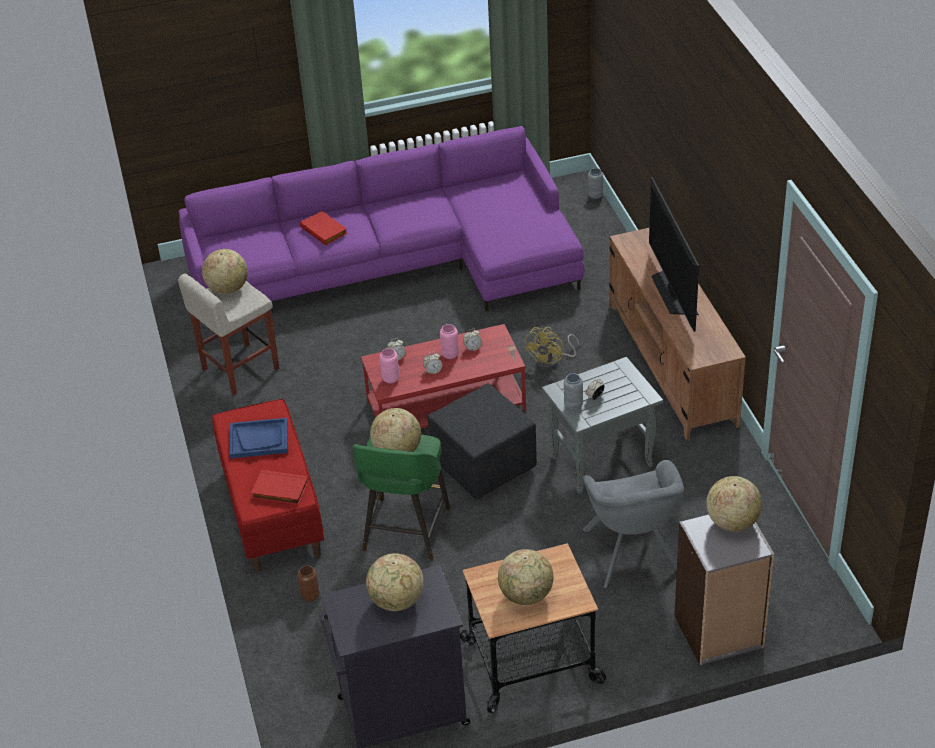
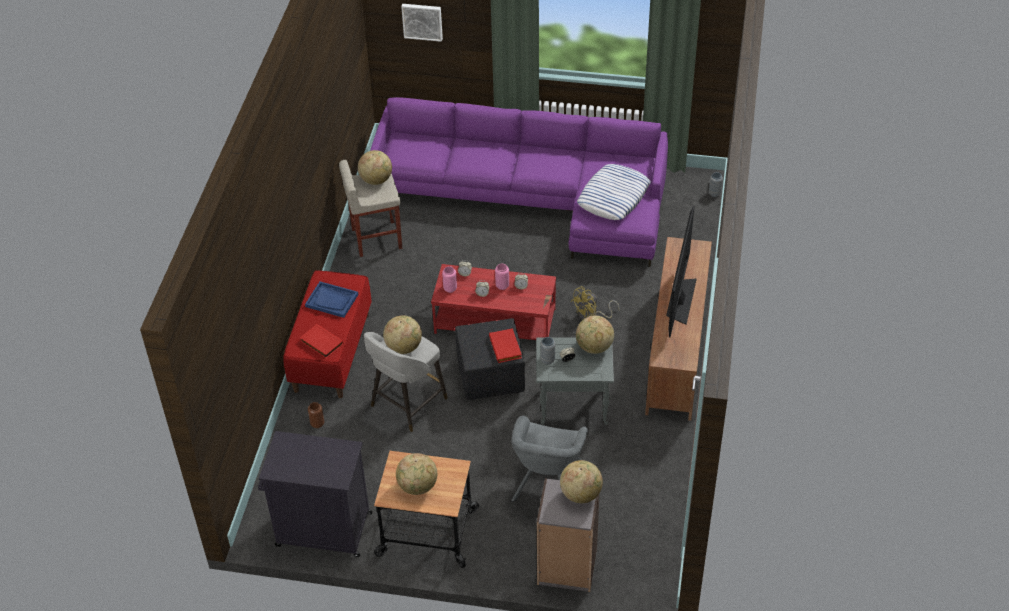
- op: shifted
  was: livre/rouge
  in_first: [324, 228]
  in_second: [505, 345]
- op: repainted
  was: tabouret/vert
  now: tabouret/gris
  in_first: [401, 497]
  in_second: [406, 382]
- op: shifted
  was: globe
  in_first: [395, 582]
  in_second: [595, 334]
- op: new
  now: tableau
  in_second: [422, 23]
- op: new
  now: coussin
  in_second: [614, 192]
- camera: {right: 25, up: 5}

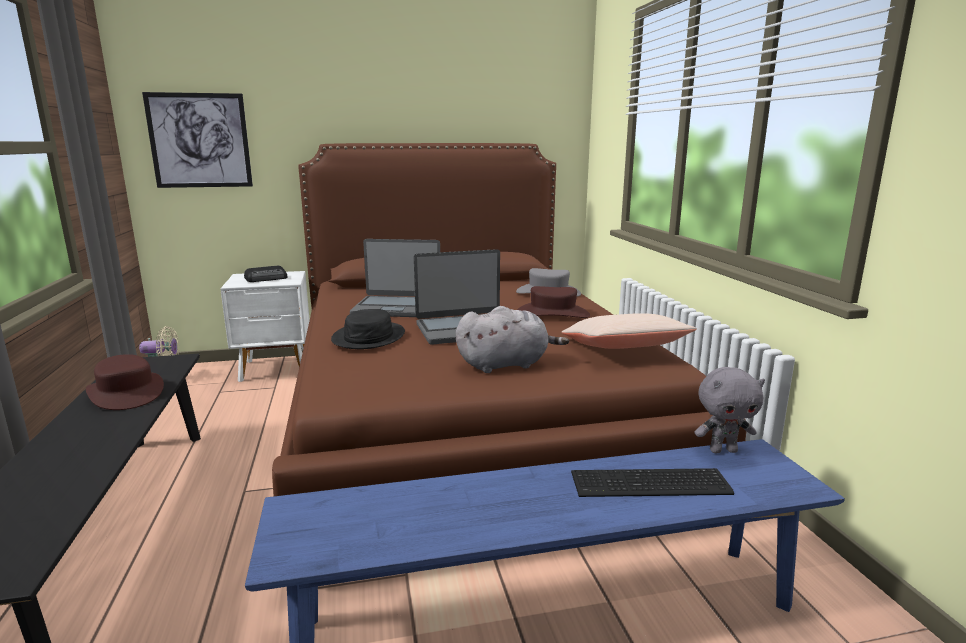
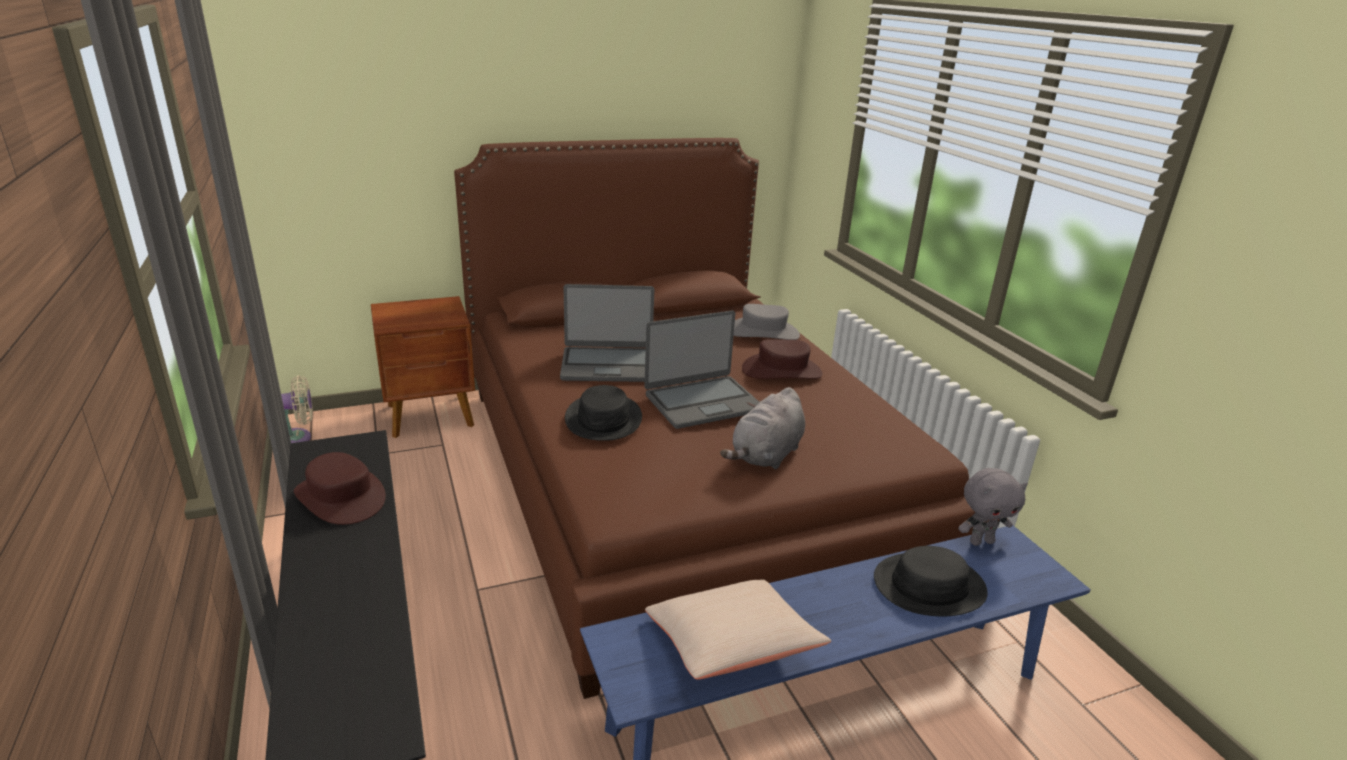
- op: gone
  was: tableau
  in_first: [197, 140]
- op: repainted
  was: table de chevet/blanc
  now: table de chevet/marron
  in_first: [265, 326]
  in_second: [423, 367]
- op: gone
  was: radio
  in_first: [265, 274]
- op: rotated
  was: peluche/gris
  in_first: [512, 339]
  in_second: [762, 428]
  clockwise: 150
- op: shifted
  was: coussin/beige
  in_first: [629, 331]
  in_second: [738, 629]
- op: swapped
  was: clavier
  now: chapeau/noir
  in_first: [652, 482]
  in_second: [931, 581]
- camera: {right: -10, up: 10}

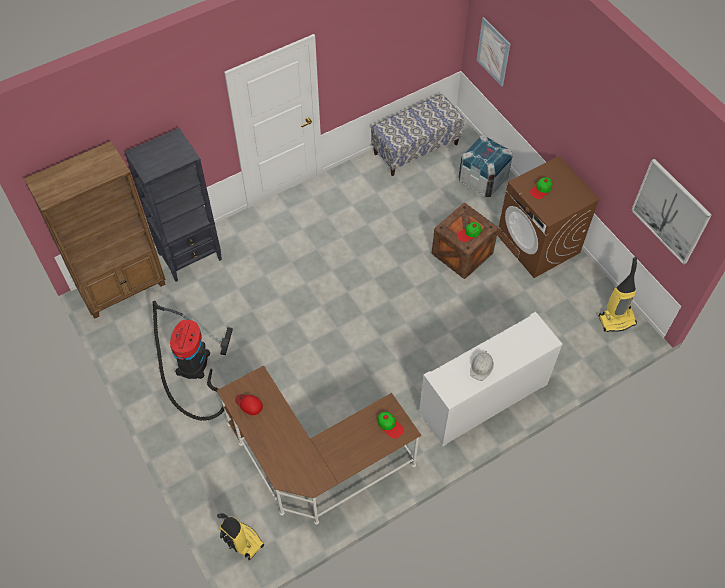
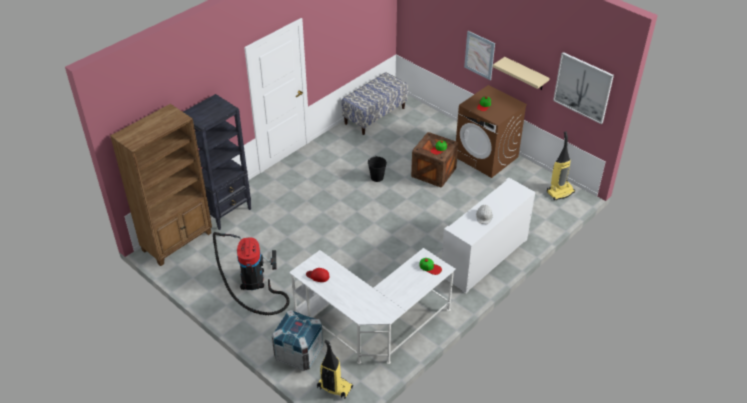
- op: repainted
  was: bureau/marron
  now: bureau/blanc
  in_first: [319, 445]
  in_second: [372, 306]
- op: shifted
  was: caisse
  in_first: [485, 166]
  in_second: [297, 340]
- op: shifted
  was: tableau
  in_first: [493, 51]
  in_second: [479, 55]
- op: new
  now: seau/noir
  in_second: [377, 169]
- op: new
  now: étagère/beige
  in_second: [521, 73]
- camera: {right: -15, up: -15}

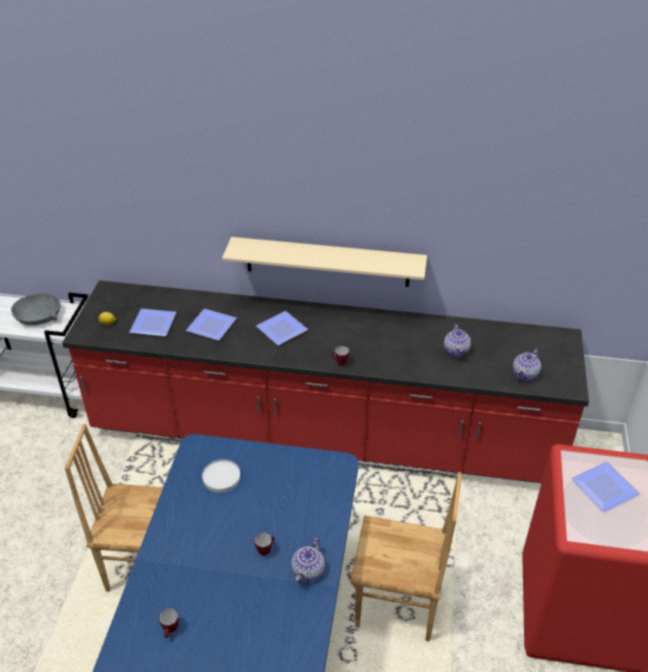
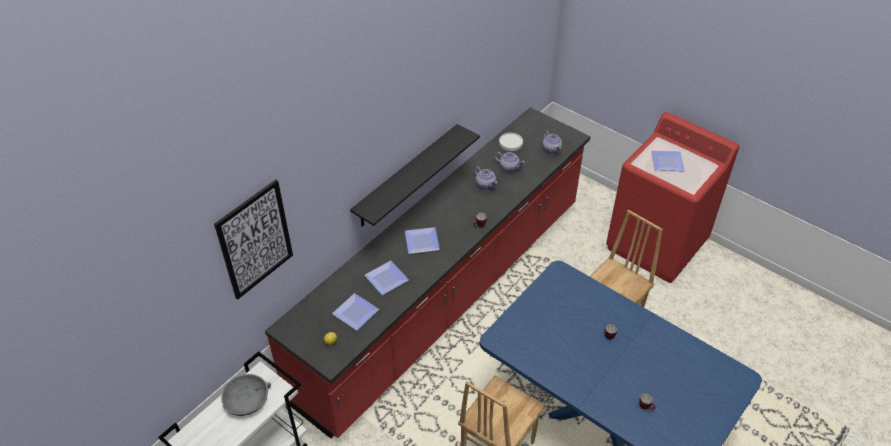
- op: shifted
  was: assiette/blanc
  in_first: [221, 476]
  in_second: [511, 142]
- op: repainted
  was: étagère/beige
  now: étagère/noir
  in_first: [324, 262]
  in_second: [415, 175]
- op: shifted
  was: théière
  in_first: [308, 561]
  in_second: [486, 177]
- op: new
  now: tableau
  in_second: [253, 240]
- camera: {right: -60, up: 5}

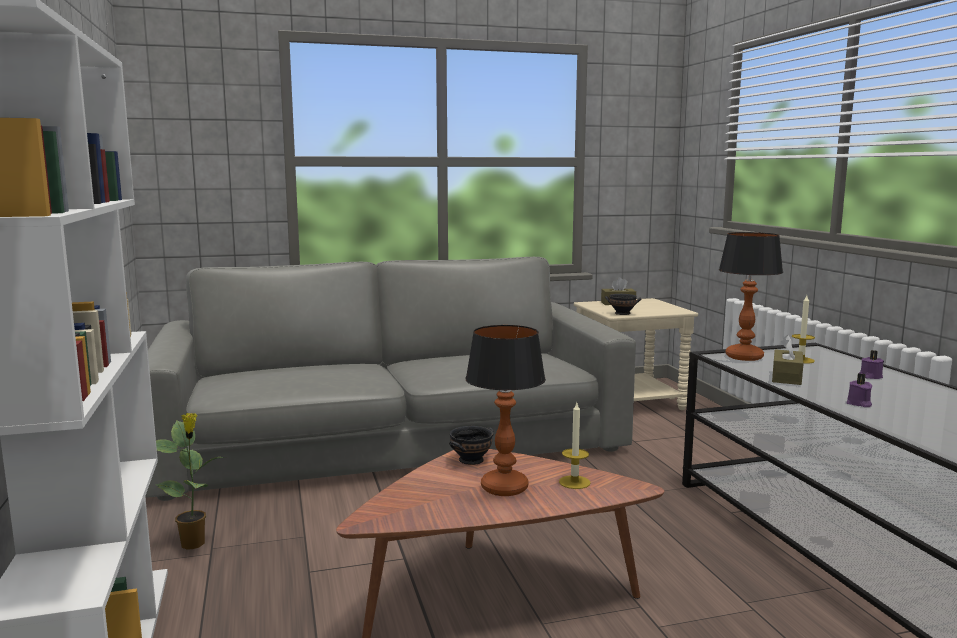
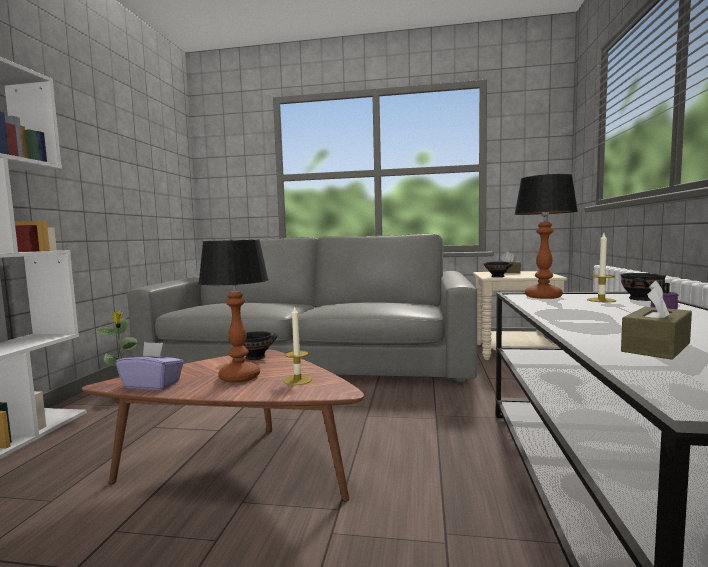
- op: shifted
  was: boîte à mouchoirs/marron
  in_first: [788, 360]
  in_second: [656, 320]
- op: gone
  was: bougie/violet
  in_first: [859, 390]
- op: new
  now: boîte à mouchoirs/violet
  in_second: [150, 366]
- op: new
  now: bol/noir
  in_second: [643, 287]
- camera: {right: 25, up: -5}

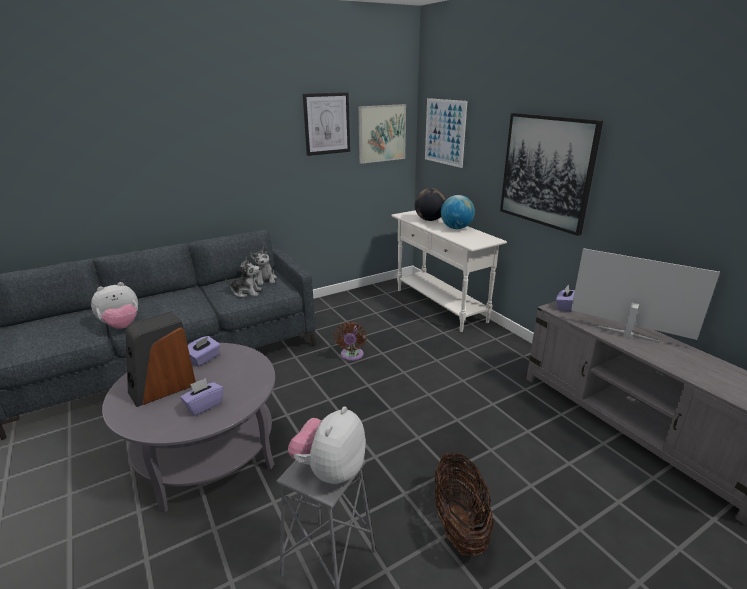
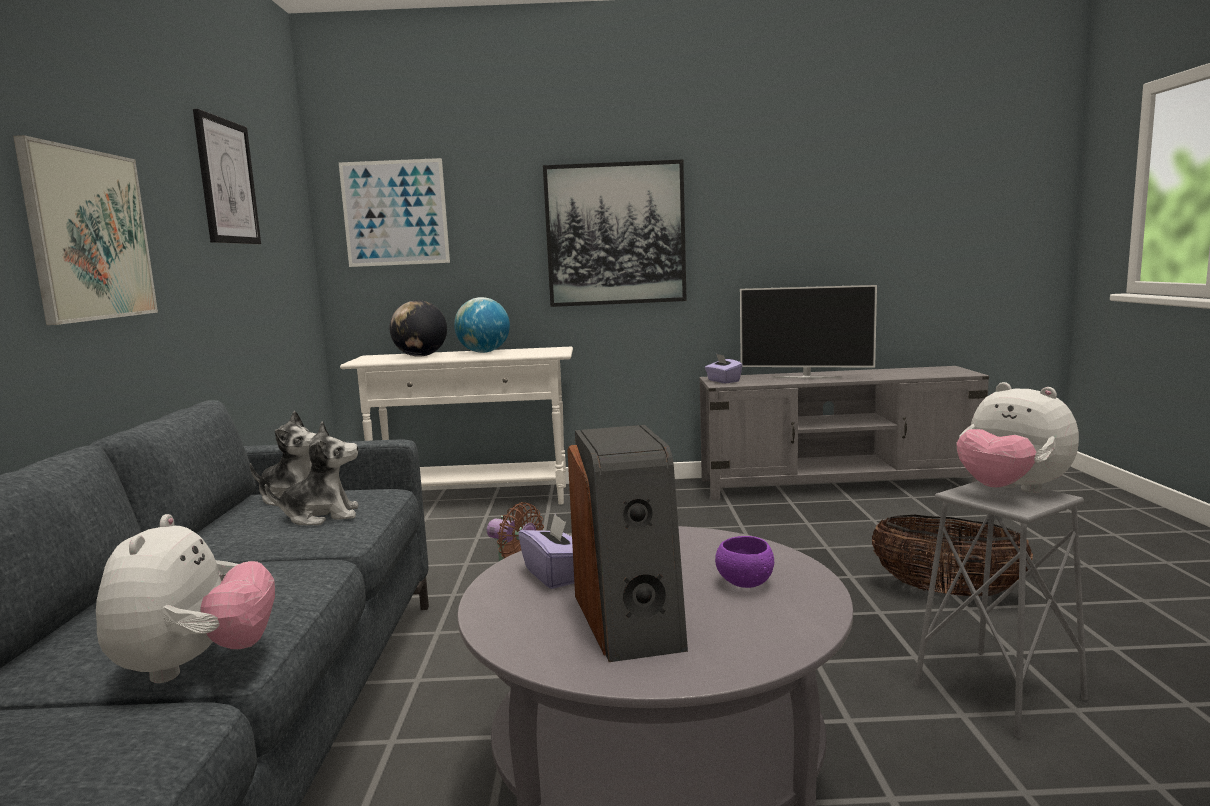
- op: swapped
  was: boîte à mouchoirs/violet
  now: bol/violet
  in_first: [201, 397]
  in_second: [744, 562]
- op: rotated
  was: peluche
  in_first: [243, 277]
  in_second: [312, 473]
  clockwise: 45
- op: shifted
  was: tableau
  in_first: [382, 134]
  in_second: [85, 230]
- op: rotated
  was: téléviseur
  in_first: [645, 295]
  in_second: [808, 332]
  clockwise: -135
- camera: {right: -60, up: -15}

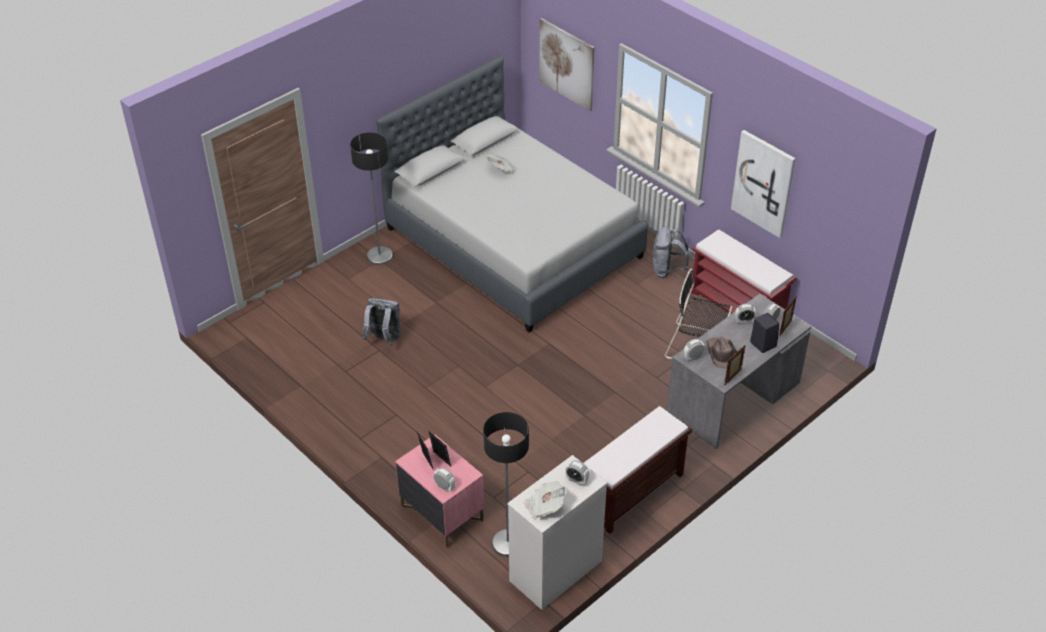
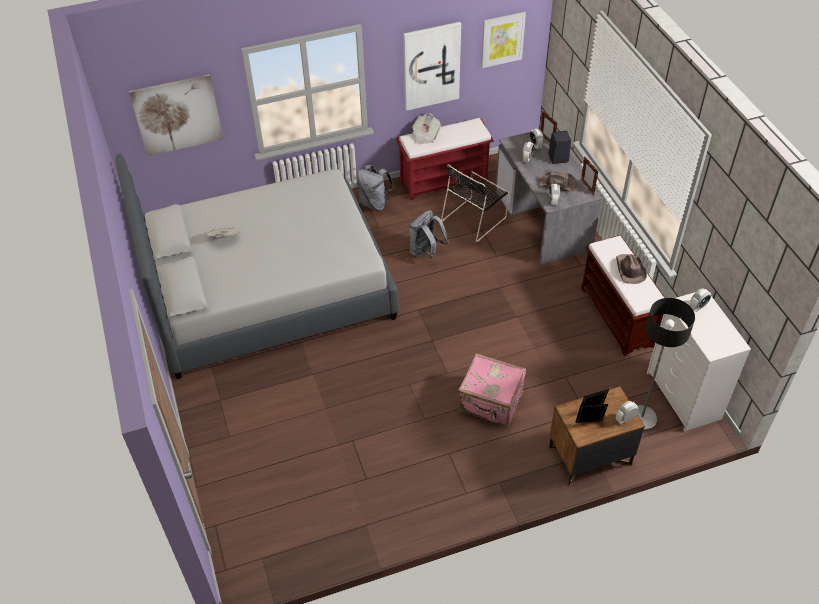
- op: gone
  was: lampadaire
  in_first: [371, 198]
- op: shifted
  was: sac à dos/gris
  in_first: [381, 322]
  in_second: [429, 234]
- op: repainted
  was: table de chevet/rose
  now: table de chevet/marron
  in_first: [439, 491]
  in_second: [597, 435]
- op: shifted
  was: journal
  in_first: [545, 499]
  in_second: [426, 128]
- op: new
  now: valise/rose
  in_second: [492, 390]
- op: new
  now: tableau
  in_second: [503, 40]
- op: new
  now: chapeau/marron
  in_second: [631, 269]
- camera: {right: -65, up: 5}

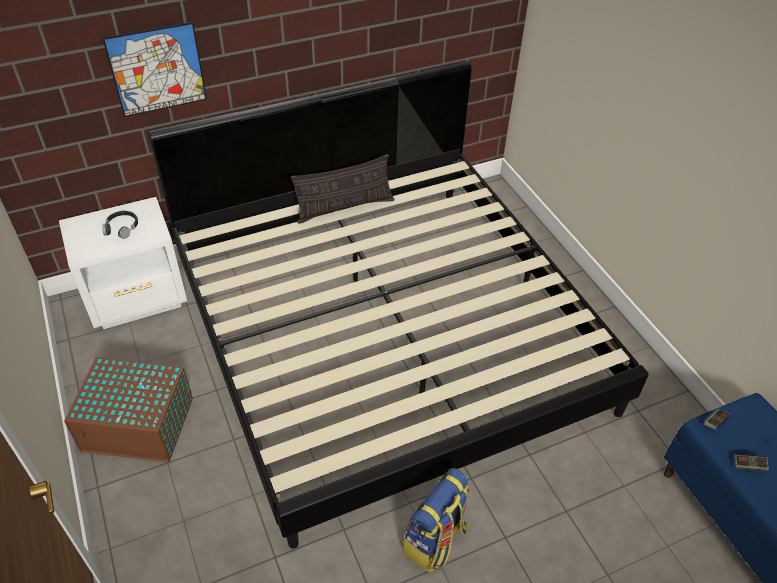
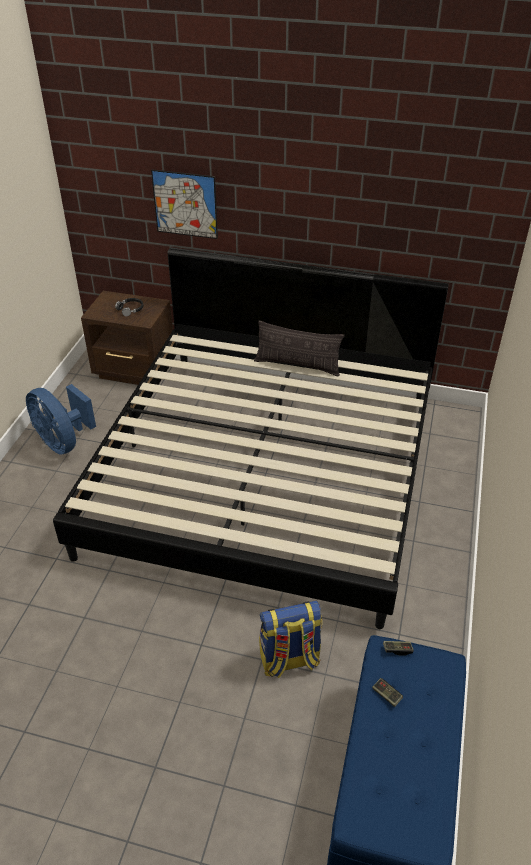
- op: repainted
  was: table de chevet/blanc
  now: table de chevet/marron
  in_first: [123, 263]
  in_second: [127, 338]
- op: swapped
  was: boîte de rangement/marron
  now: ventilateur/bleu
  in_first: [128, 410]
  in_second: [61, 419]
- op: shifted
  was: sac à dos
  in_first: [436, 520]
  in_second: [290, 639]
- camera: {right: 40, up: -5}

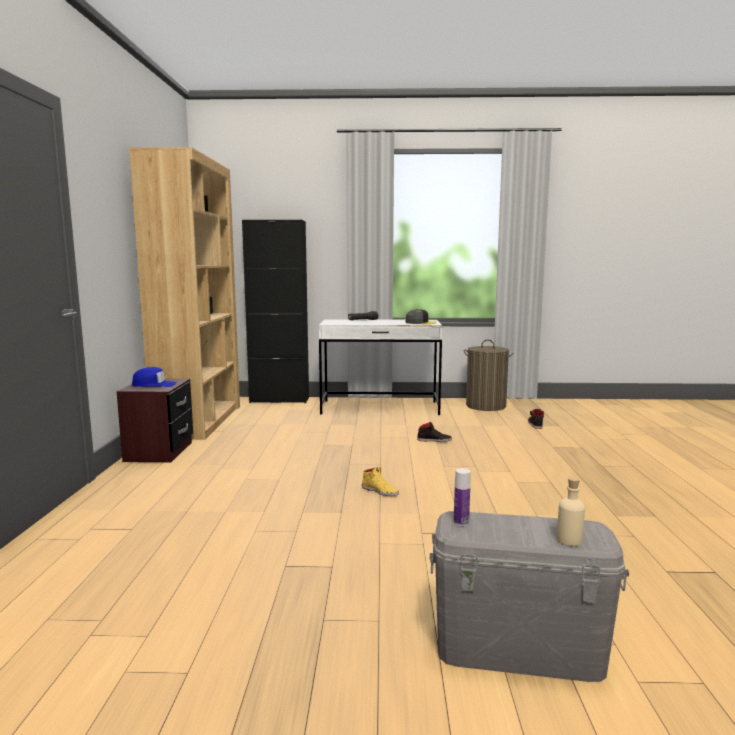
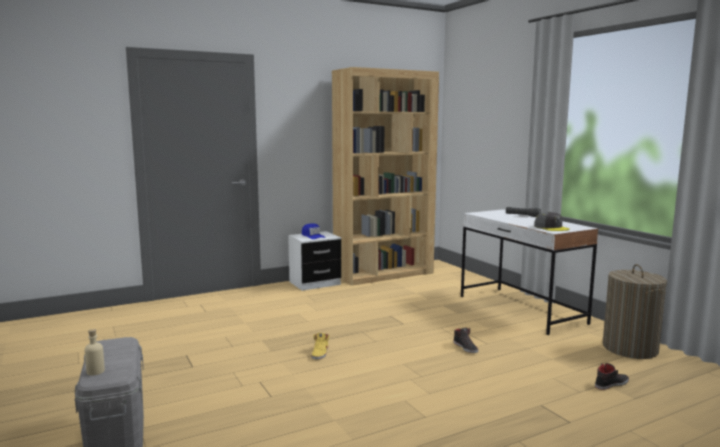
- op: repainted
  was: table de chevet/marron
  now: table de chevet/blanc
  in_first: [154, 421]
  in_second: [314, 261]
- op: gone
  was: meuble de rangement/noir
  in_first: [275, 311]
- op: gone
  was: bouteille
  in_first: [462, 497]
- camera: {right: 60, up: 0}

